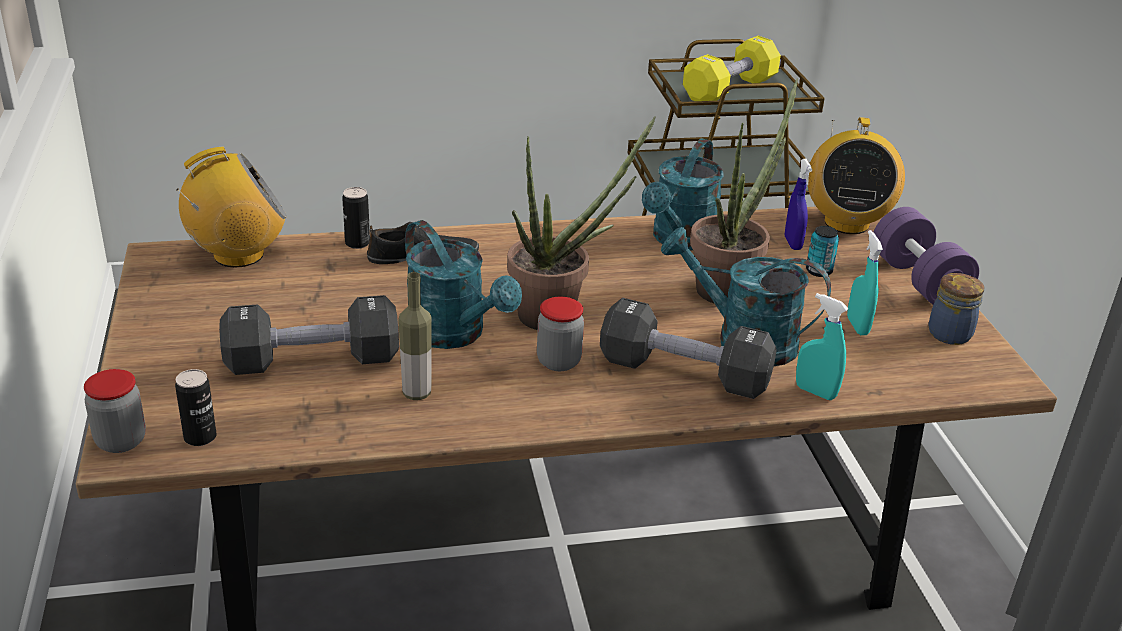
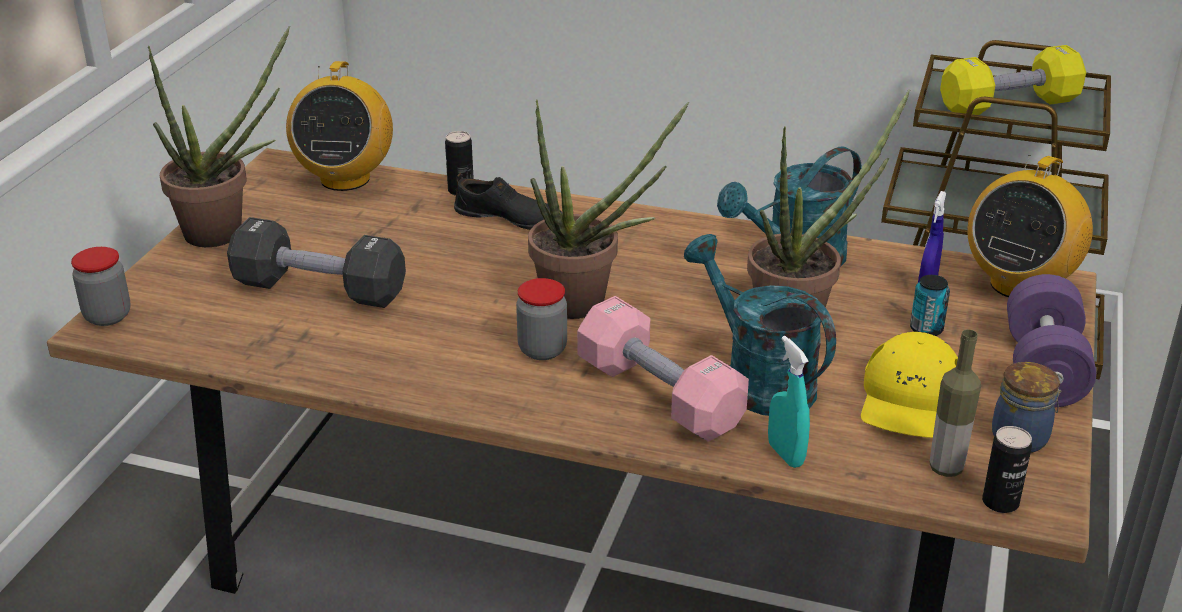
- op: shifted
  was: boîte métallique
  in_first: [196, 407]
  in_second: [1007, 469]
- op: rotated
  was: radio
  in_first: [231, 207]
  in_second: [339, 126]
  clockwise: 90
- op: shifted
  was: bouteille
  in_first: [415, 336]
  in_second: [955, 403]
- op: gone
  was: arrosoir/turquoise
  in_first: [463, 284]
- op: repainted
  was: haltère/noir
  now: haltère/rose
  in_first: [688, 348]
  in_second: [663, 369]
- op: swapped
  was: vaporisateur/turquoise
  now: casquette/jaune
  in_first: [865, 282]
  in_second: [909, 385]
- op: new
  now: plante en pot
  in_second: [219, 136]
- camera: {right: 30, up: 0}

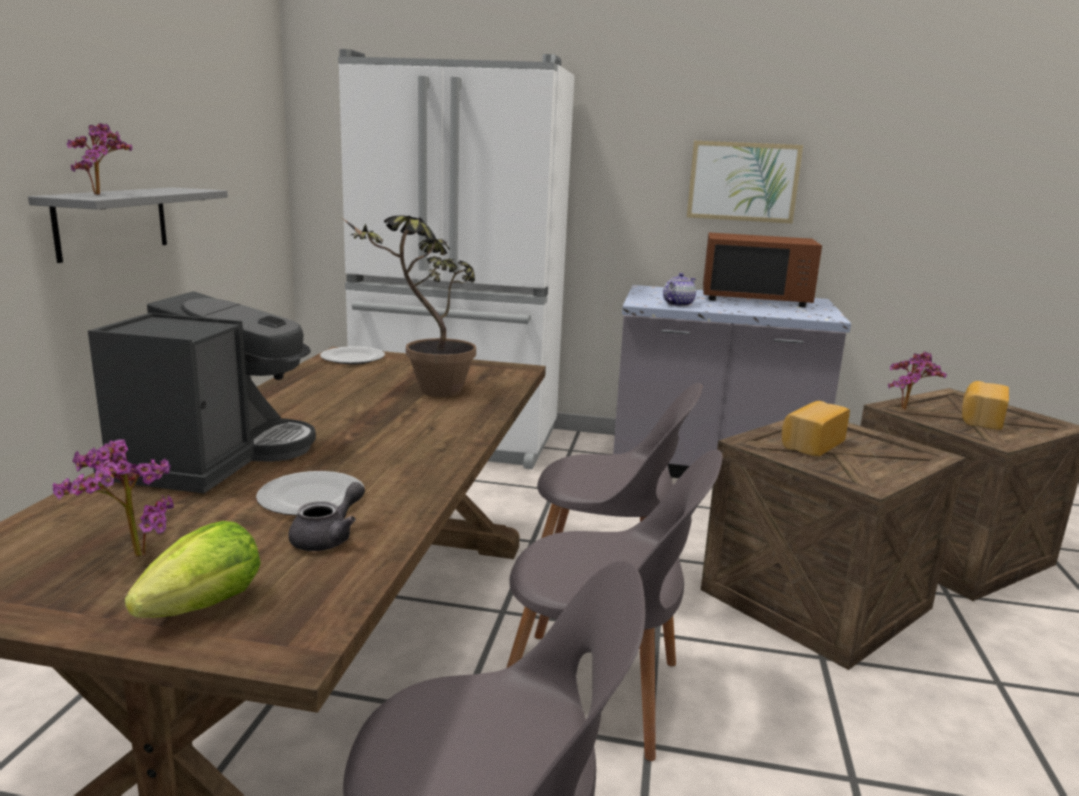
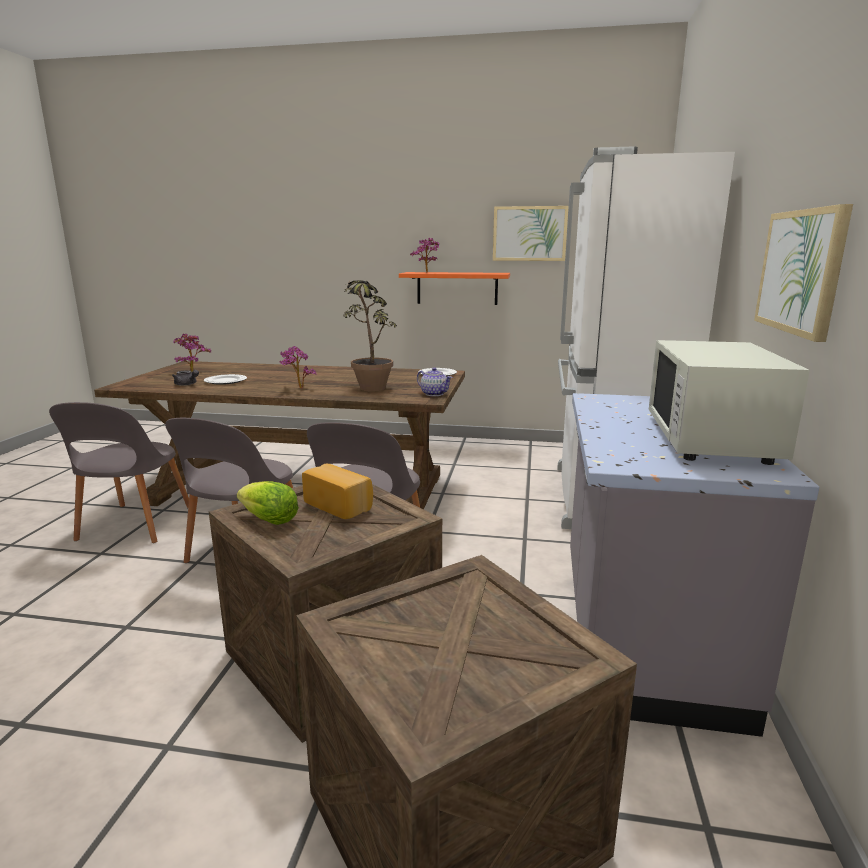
- op: repainted
  was: étagère/gris
  now: étagère/orange
  in_first: [128, 225]
  in_second: [454, 288]
- op: gone
  was: machine à café
  in_first: [202, 392]
- op: shifted
  was: laitue
  in_first: [193, 569]
  in_second: [268, 503]
- op: shifted
  was: théière
  in_first: [679, 289]
  in_second: [435, 381]
- op: repainted
  was: micro-ondes/marron
  now: micro-ondes/blanc
  in_first: [762, 269]
  in_second: [729, 402]
- op: shifted
  was: plante en pot
  in_first: [917, 381]
  in_second: [297, 367]
- op: gone
  was: pain
  in_first: [985, 405]
- op: new
  now: tableau
  in_second: [531, 233]
- camera: {right: 90, up: 0}

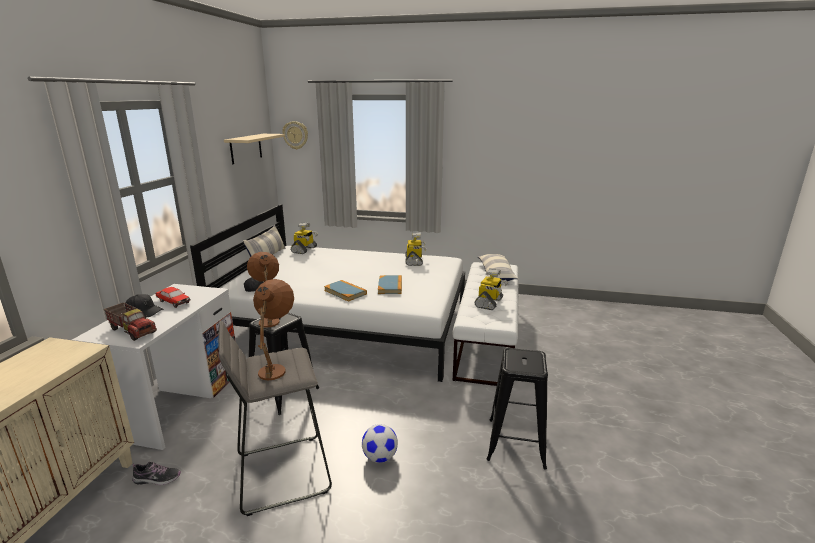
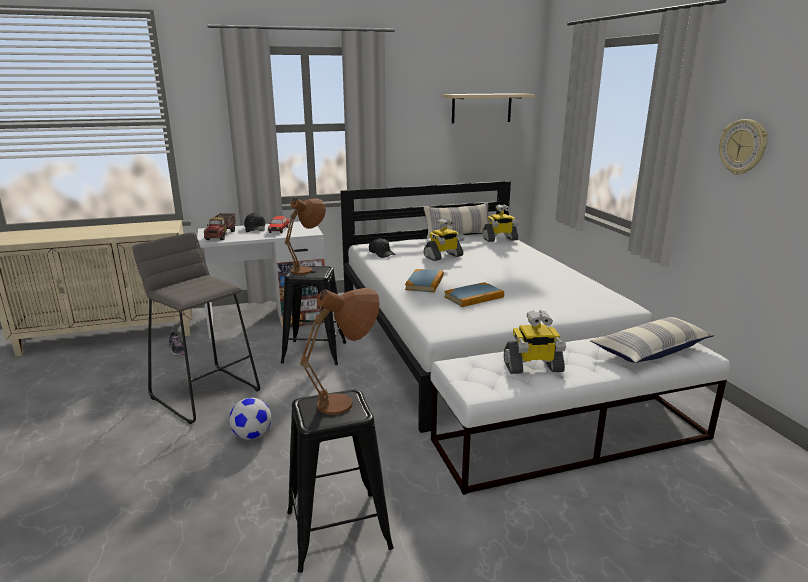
- op: shifted
  was: lampe de table/marron
  in_first: [273, 330]
  in_second: [340, 351]
- op: shifted
  was: horloge murale
  in_first: [295, 135]
  in_second: [743, 147]
- op: shifted
  was: robot jouet
  in_first: [415, 249]
  in_second: [444, 239]
- camera: {right: 60, up: 0}

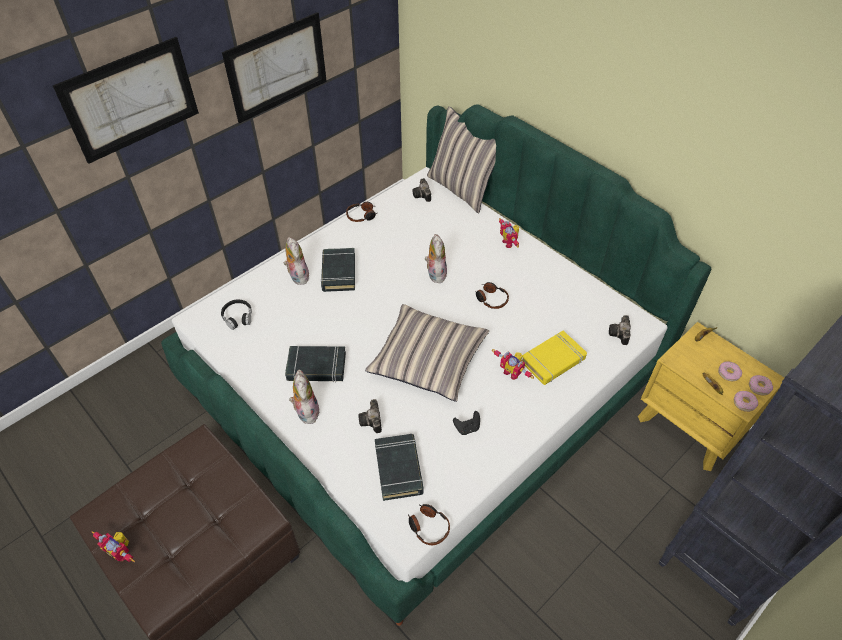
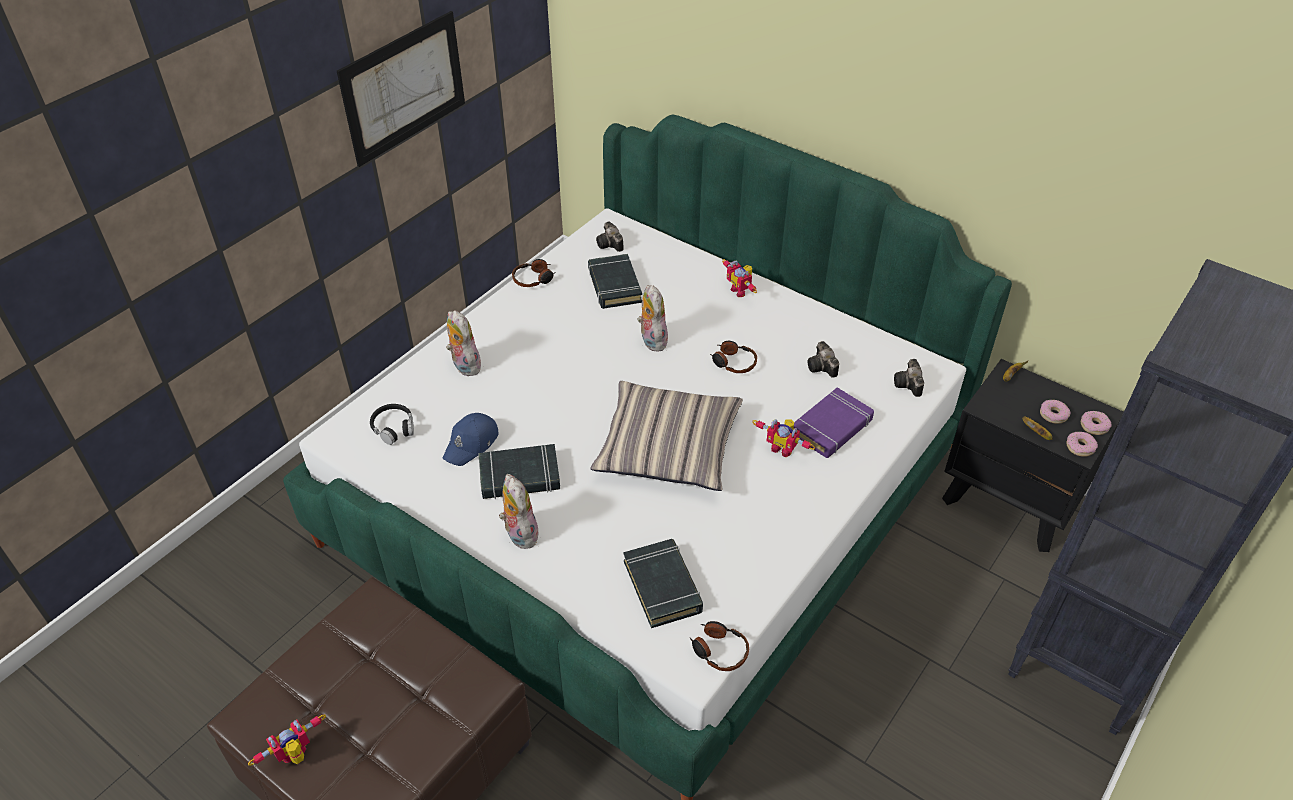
- op: gone
  was: tableau
  in_first: [126, 100]
- op: rotated
  was: robot jouet
  in_first: [113, 546]
  in_second: [287, 740]
  clockwise: 120
- op: shifted
  was: livre/noir
  in_first: [338, 270]
  in_second: [615, 281]
- op: shifted
  was: appareil photo
  in_first: [370, 416]
  in_second: [823, 359]
- op: gone
  was: coussin
  in_first: [461, 159]
- op: gone
  was: manette/noir
  in_first: [466, 423]
- op: repainted
  was: livre/jaune
  now: livre/violet
  in_first: [554, 358]
  in_second: [833, 422]
- op: repainted
  was: table de chevet/jaune
  now: table de chevet/noir
  in_first: [711, 396]
  in_second: [1033, 455]
- op: new
  now: casquette/bleu
  in_second: [471, 439]
- camera: {right: -10, up: -5}

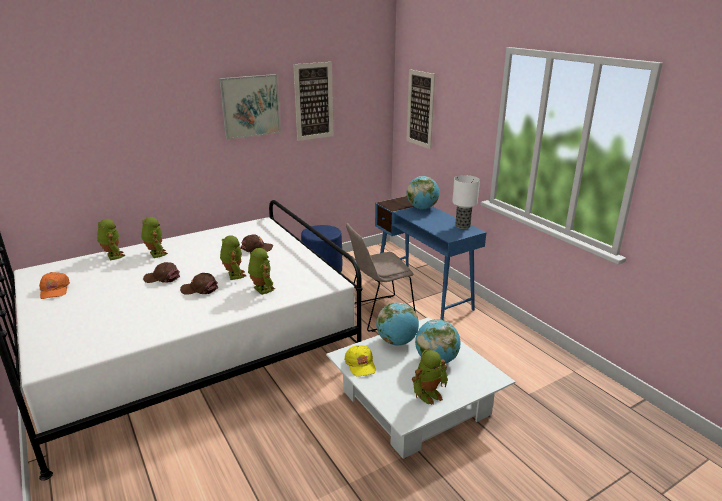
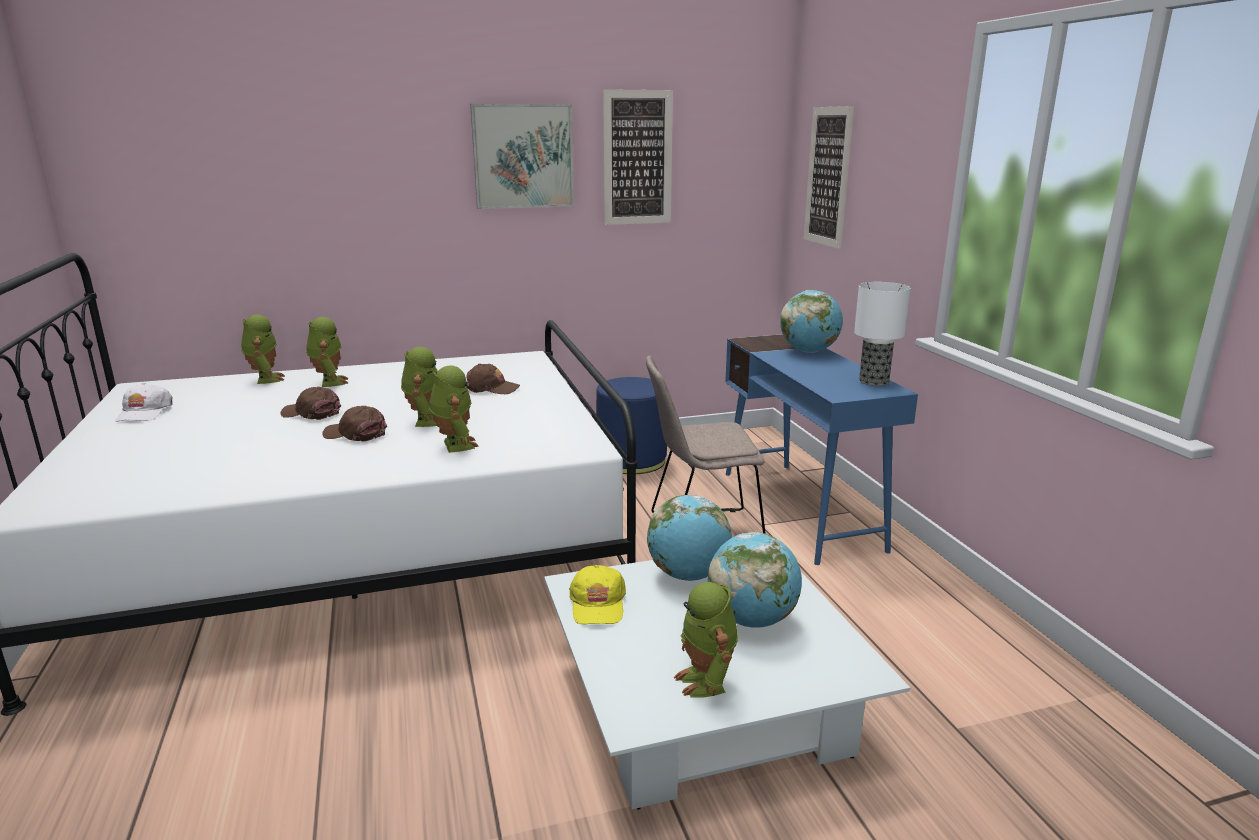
- op: repainted
  was: casquette/orange
  now: casquette/blanc
  in_first: [54, 285]
  in_second: [144, 402]
- op: rotated
  was: robot jouet
  in_first: [430, 377]
  in_second: [706, 640]
  clockwise: 90
- camera: {right: 15, up: -5}

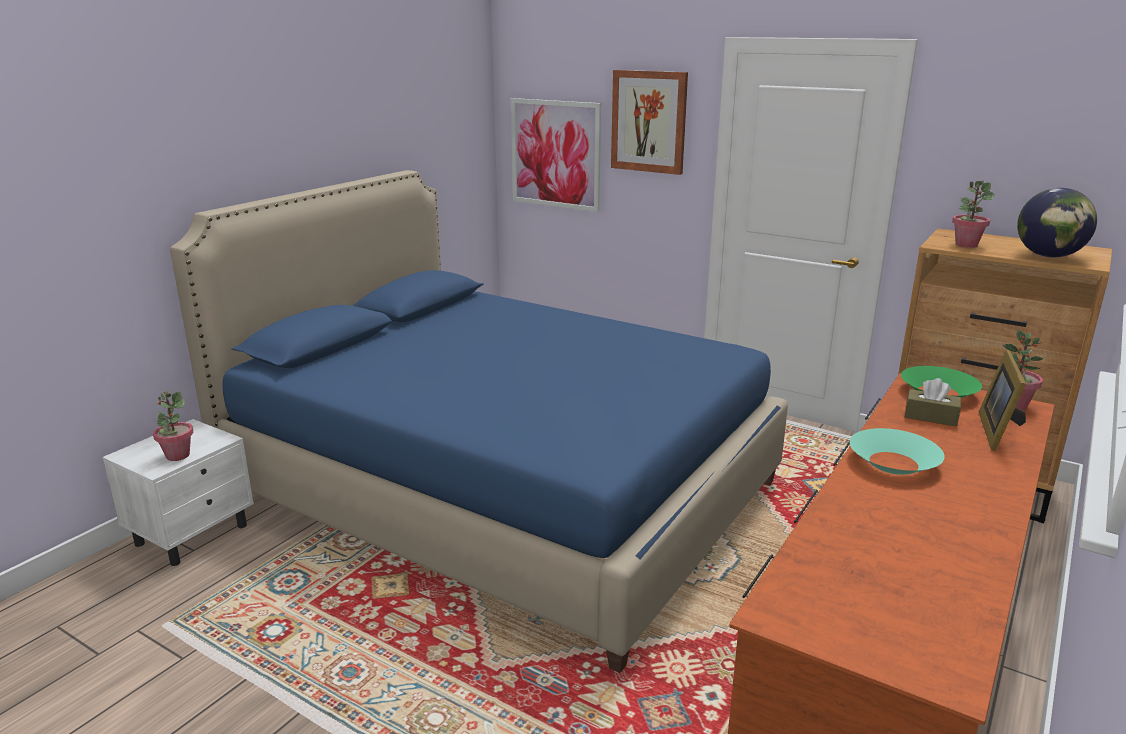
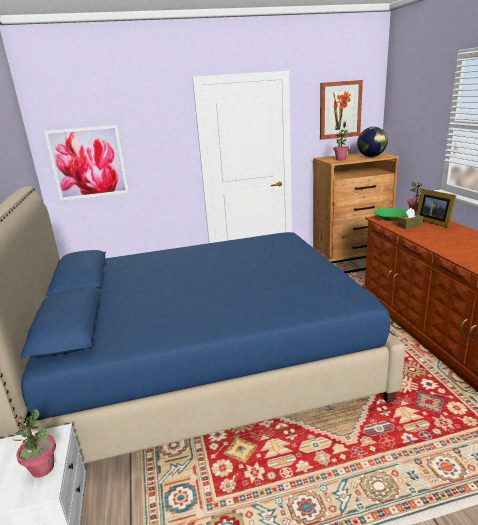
- op: shifted
  was: tableau
  in_first: [649, 122]
  in_second: [341, 110]
- op: gone
  was: bol/turquoise
  in_first: [897, 451]
- camera: {right: -45, up: 0}

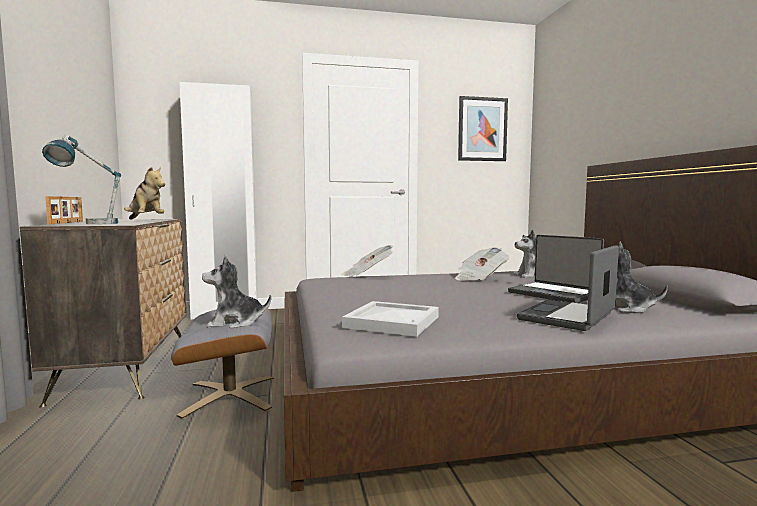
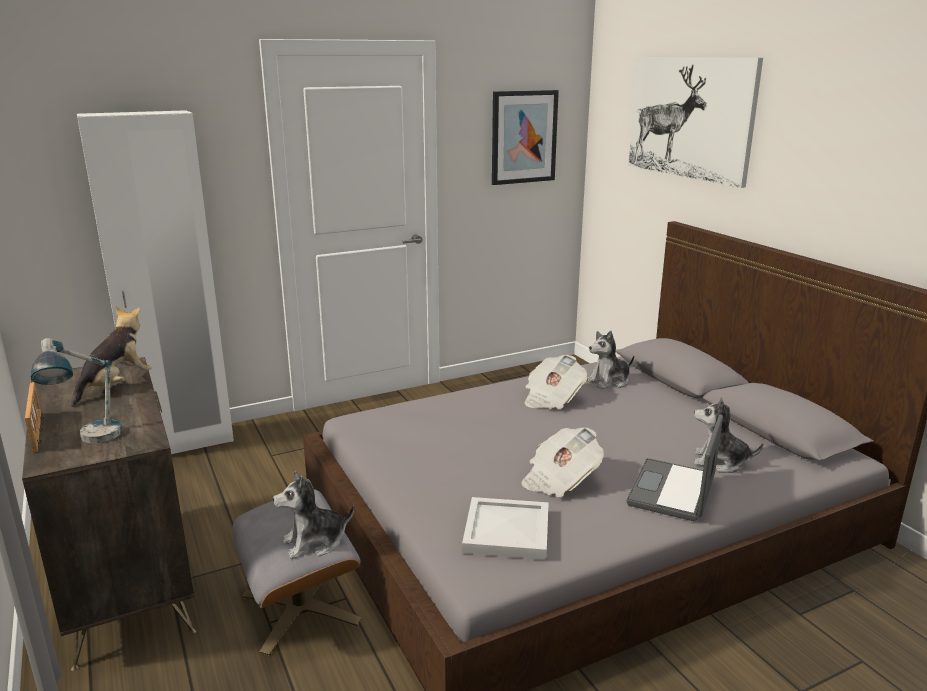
- op: rotated
  was: peluche
  in_first: [144, 193]
  in_second: [111, 357]
  clockwise: -90
- op: shifted
  was: journal
  in_first: [368, 260]
  in_second: [562, 462]
- op: gone
  was: ordinateur portable
  in_first: [556, 269]
- op: new
  now: tableau
  in_second: [695, 122]
- camera: {right: -15, up: 15}

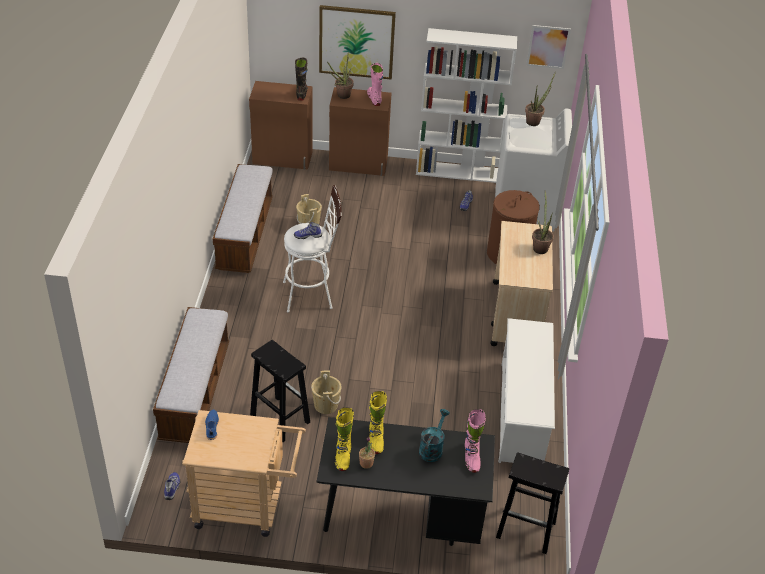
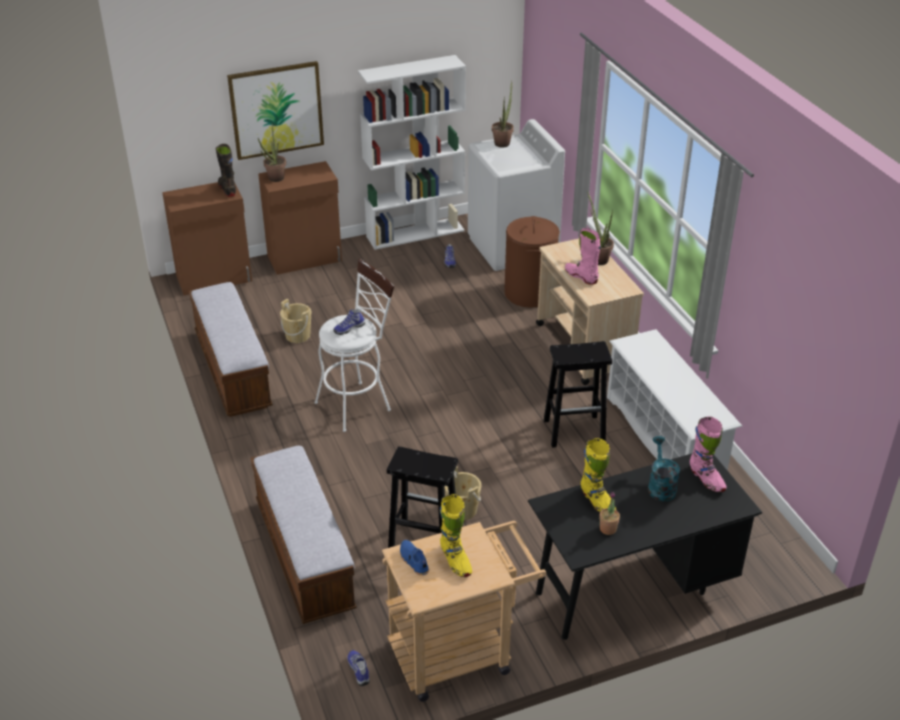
- op: shifted
  was: botte/jaune
  in_first: [344, 439]
  in_second: [456, 535]
- op: shifted
  was: botte/rose
  in_first: [375, 84]
  in_second: [583, 256]
- op: shifted
  was: tabouret/noir
  in_first: [532, 503]
  in_second: [578, 394]
- op: gone
  was: tableau
  in_first: [548, 47]
- camera: {right: -25, up: -5}

